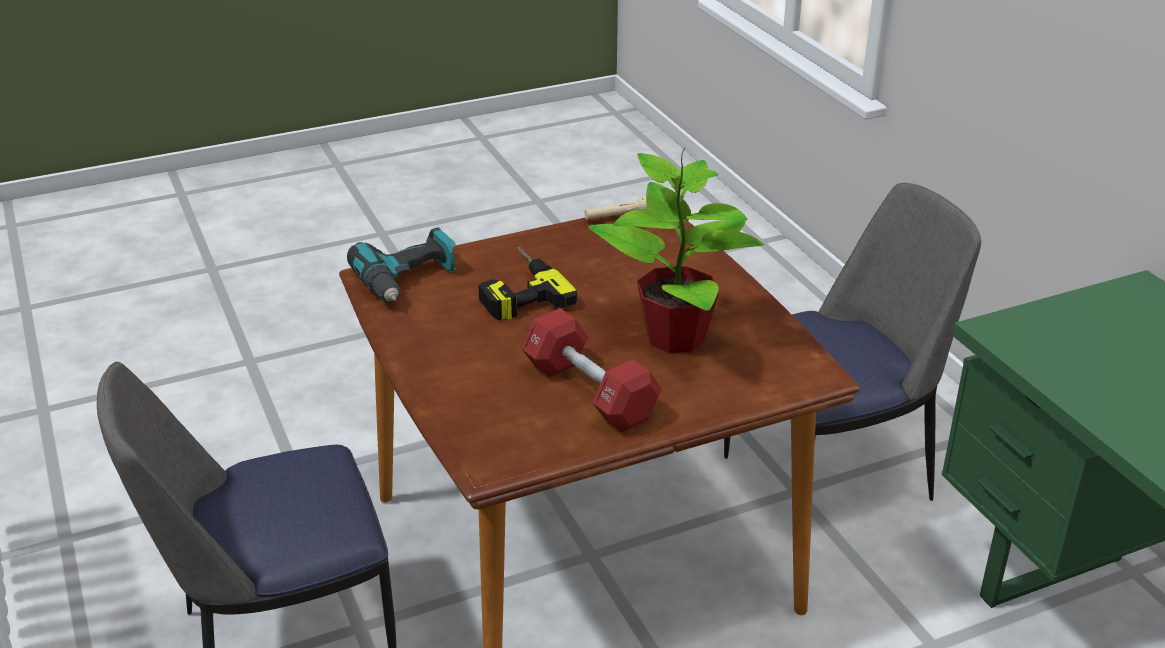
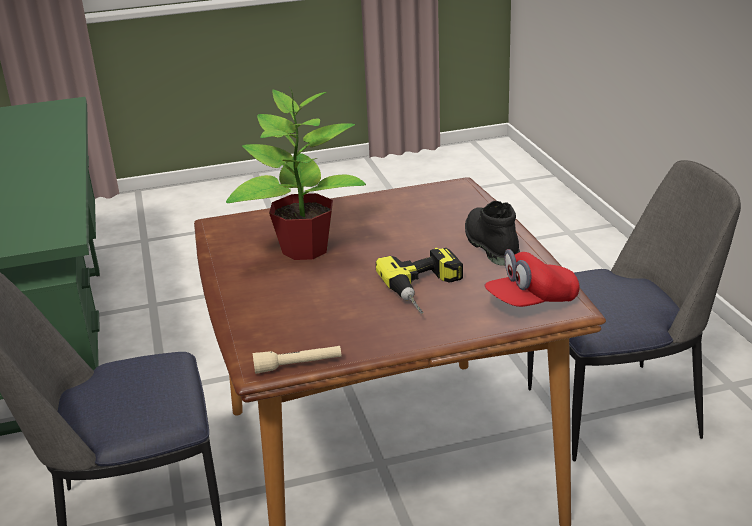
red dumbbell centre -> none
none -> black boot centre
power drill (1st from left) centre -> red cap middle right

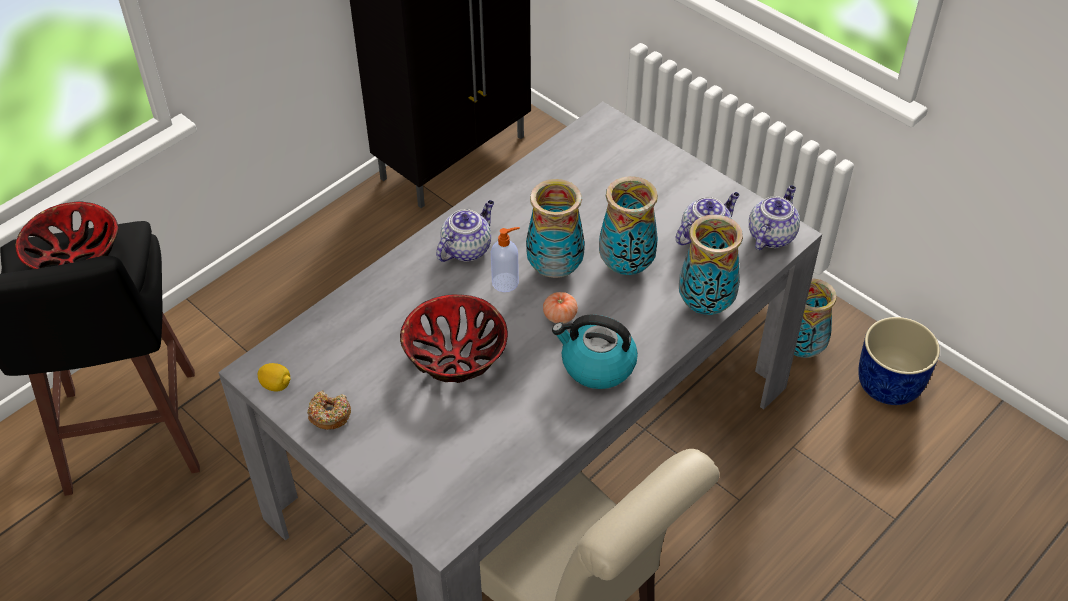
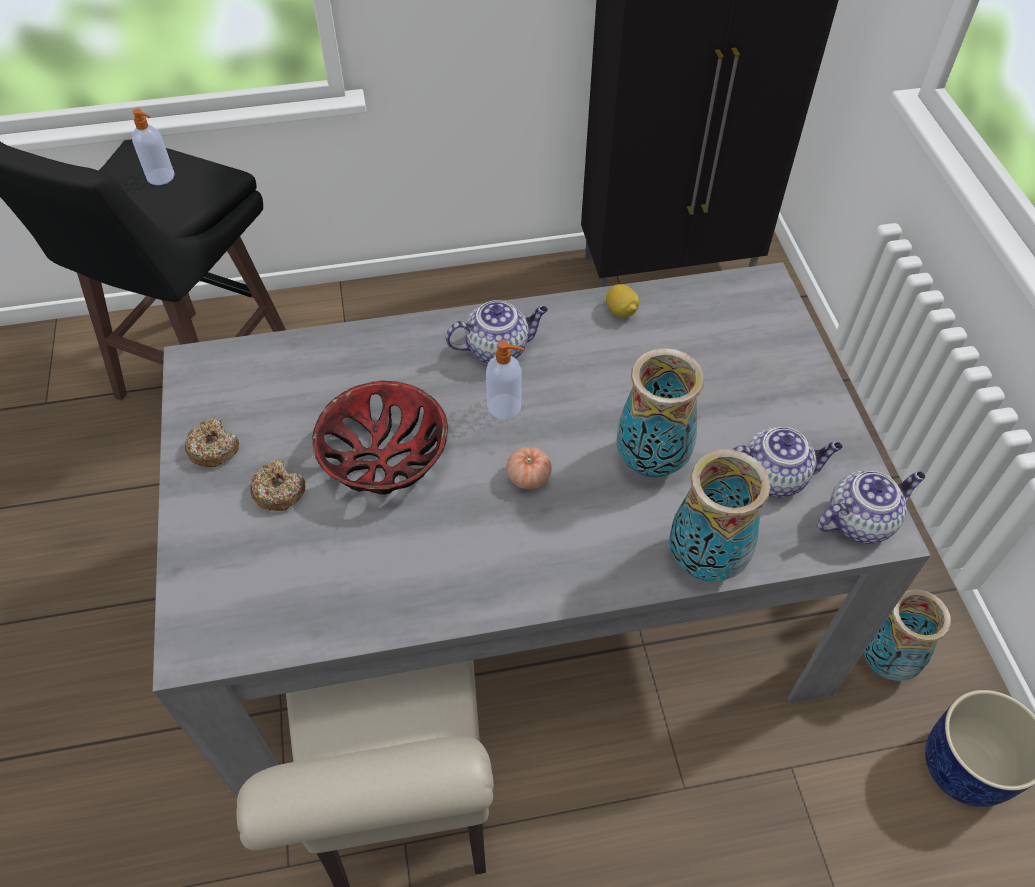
vase (1st from left) centre -> none
kettle centre -> none
none -> donut (2nd from left) middle left
lemon middle left -> lemon centre, moved
bowl (1st from left) middle left -> soap dispenser (1st from left) top left

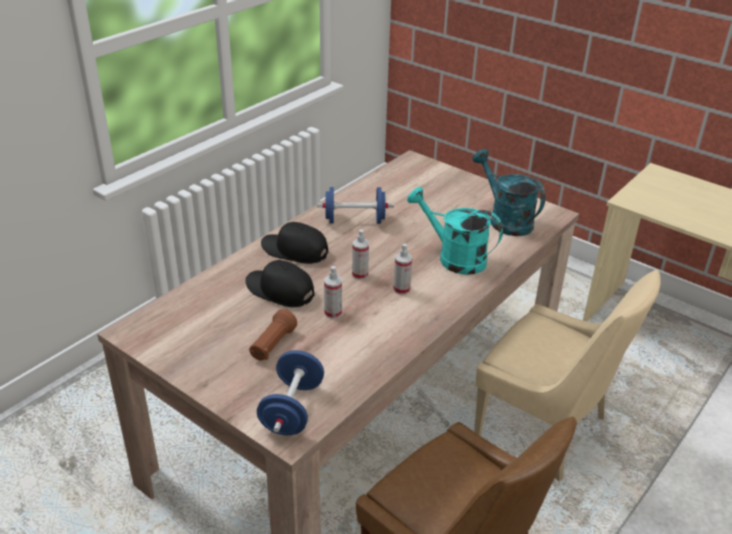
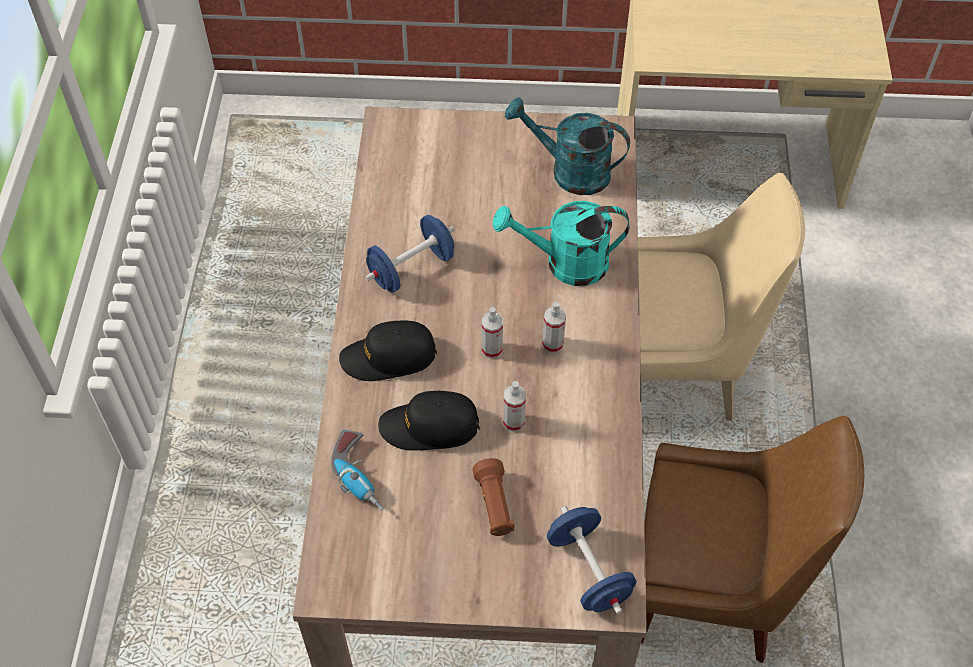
none -> power drill bottom centre

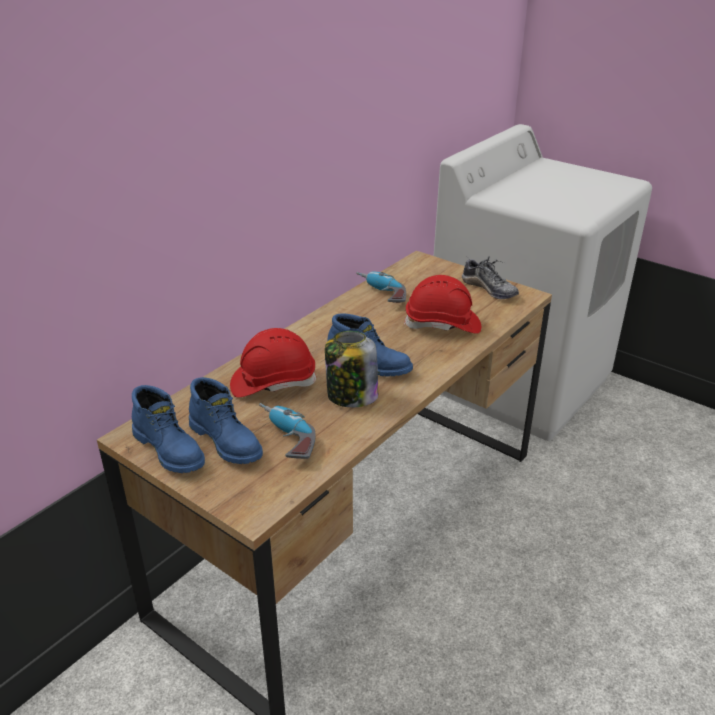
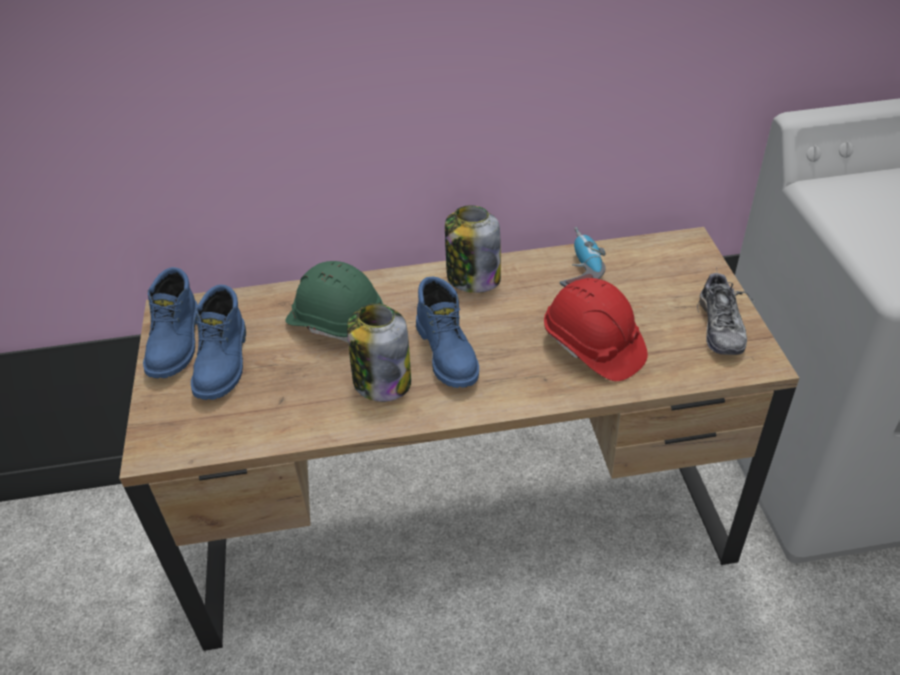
power drill (1st from left) centre -> none
none -> jar (2nd from left) centre
red hard hat (1st from left) centre -> green hard hat centre

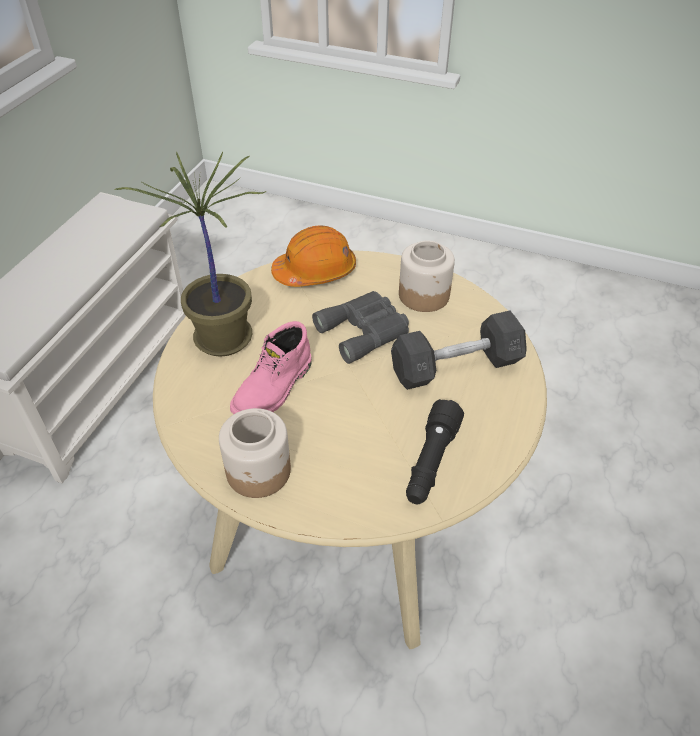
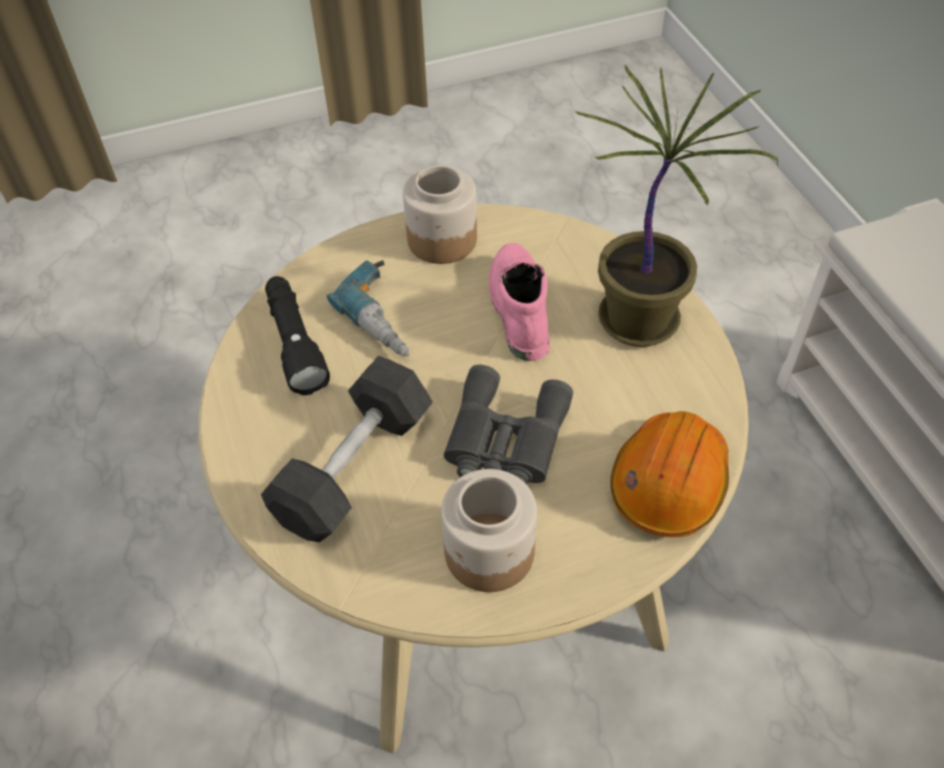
none -> power drill centre

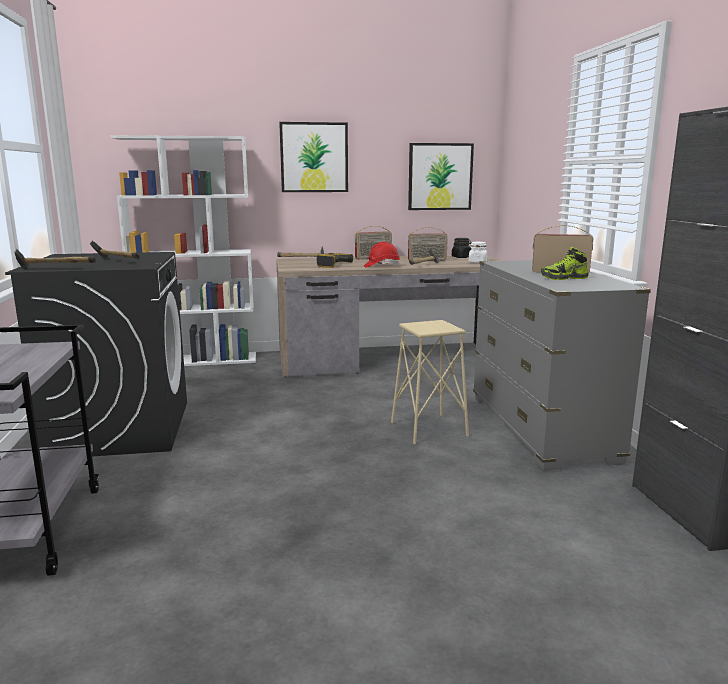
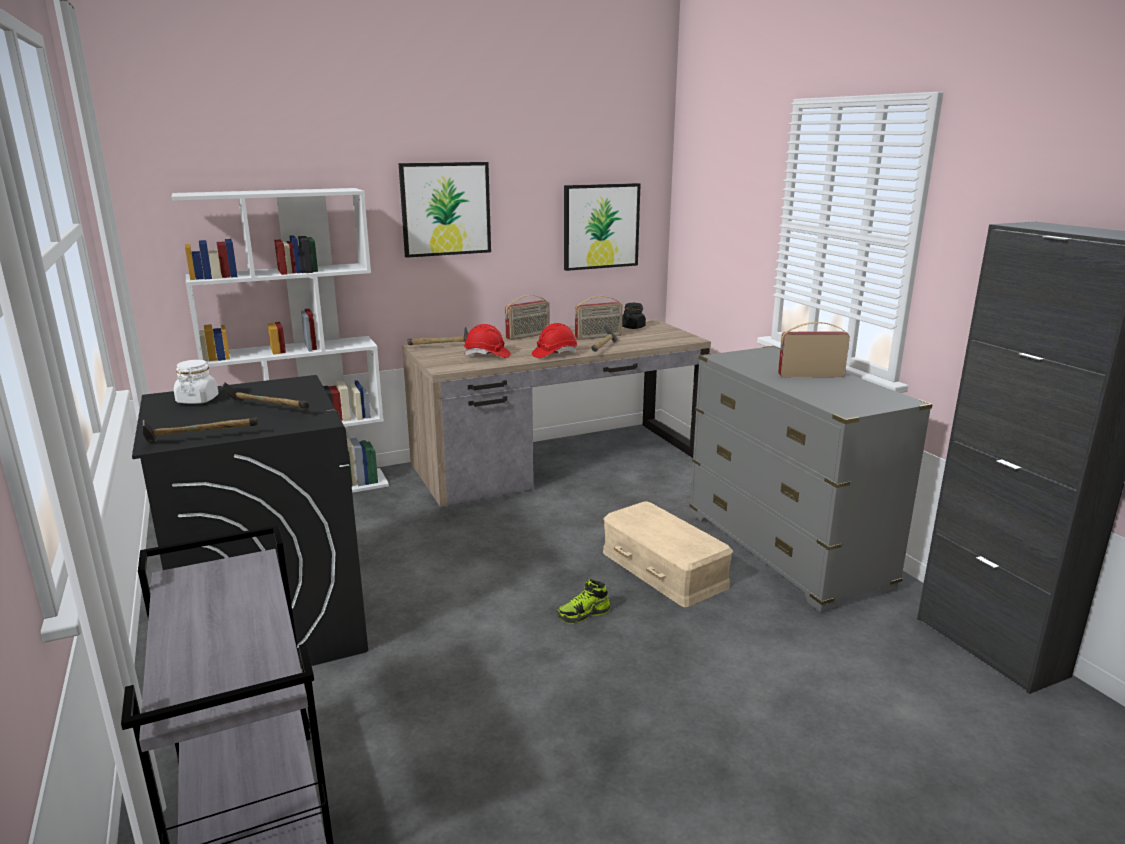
white jar centre -> white jar middle left, moved
shoe middle right -> shoe bottom centre, moved
power drill centre -> red hard hat (1st from left) centre
beige stool centre -> beige storage box centre

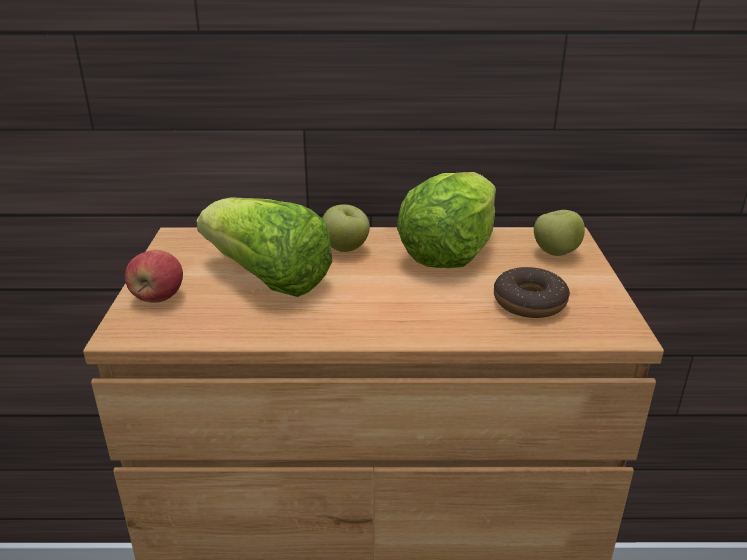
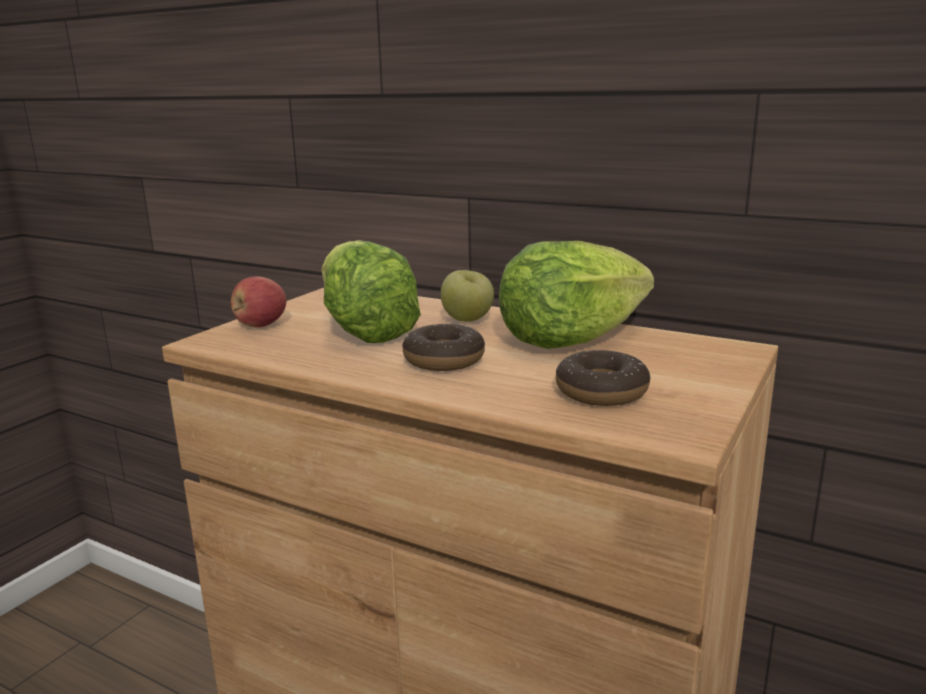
apple (3rd from left) middle right -> none
none -> donut (1st from left) centre

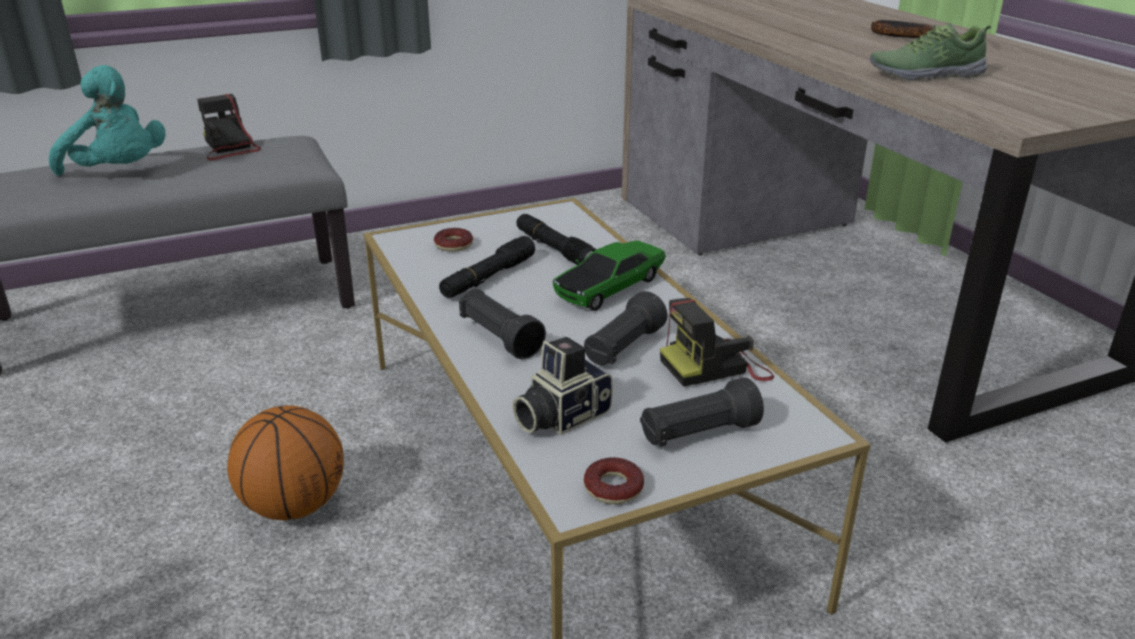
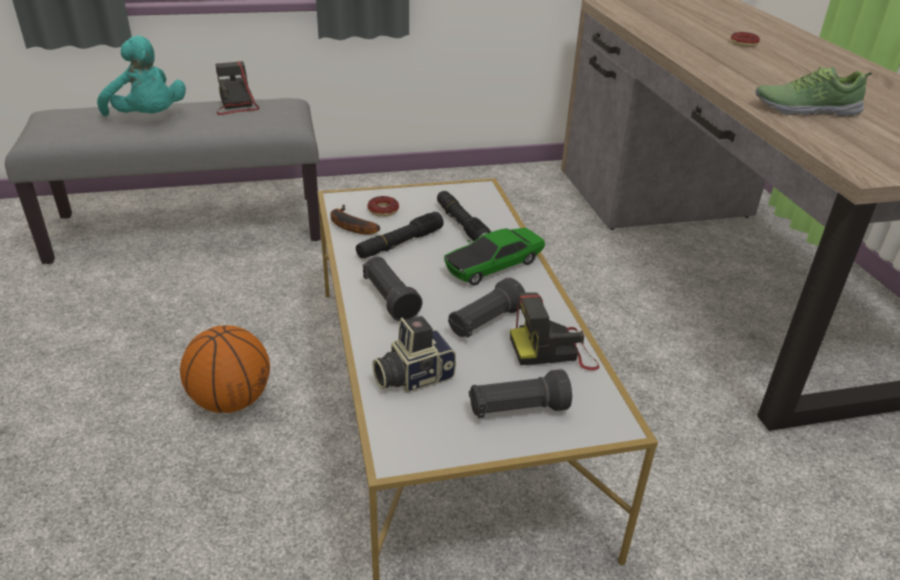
donut (2nd from left) bottom centre -> donut (2nd from left) top right, moved
banana top right -> banana centre, moved

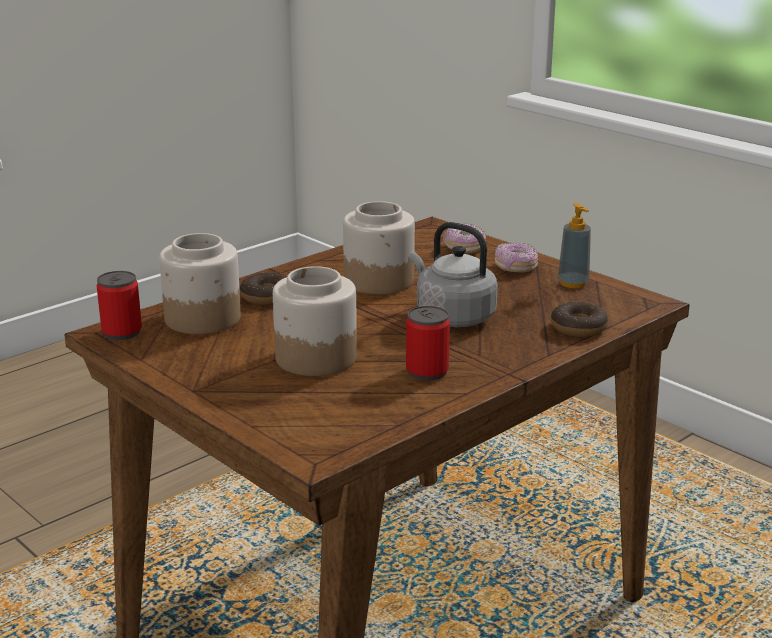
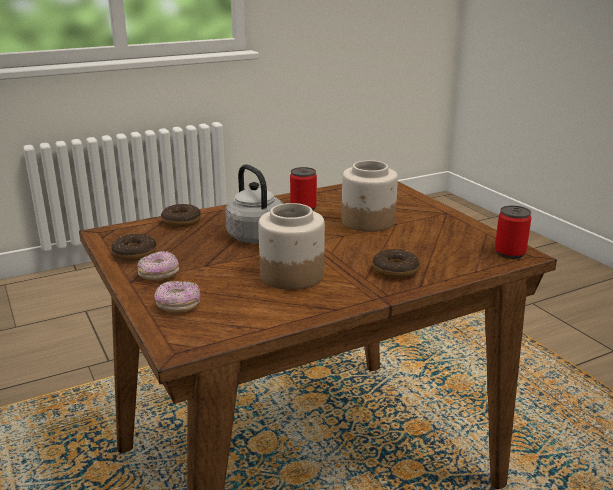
jar (1st from left) middle left -> none
soap dispenser middle right -> donut (1st from left) middle left

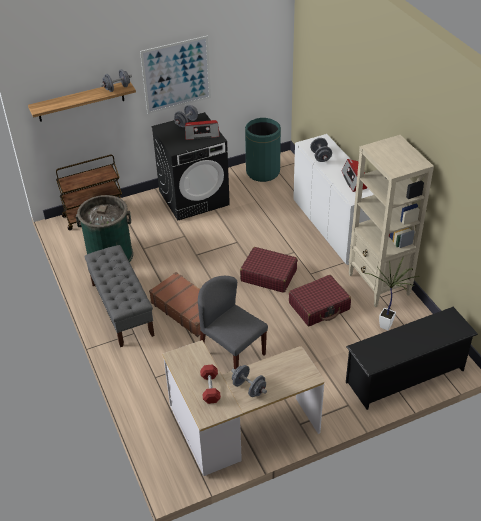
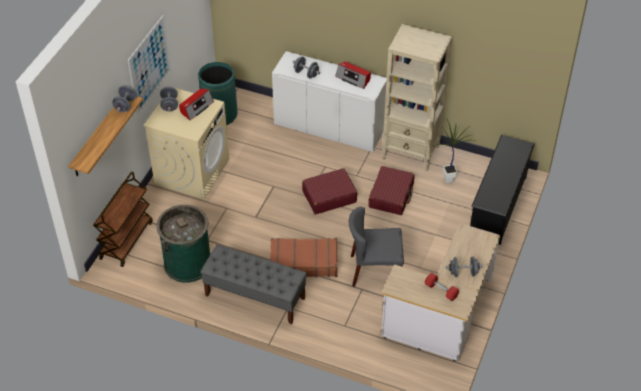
black washing machine top centre -> beige washing machine middle left

